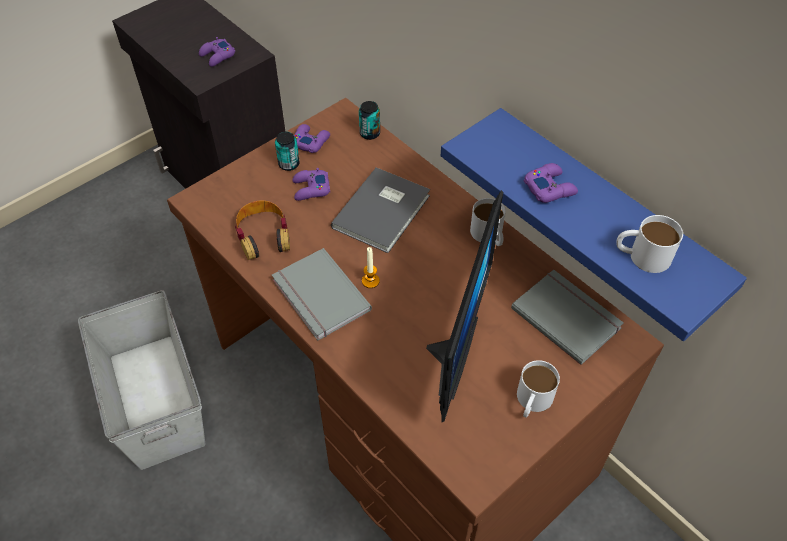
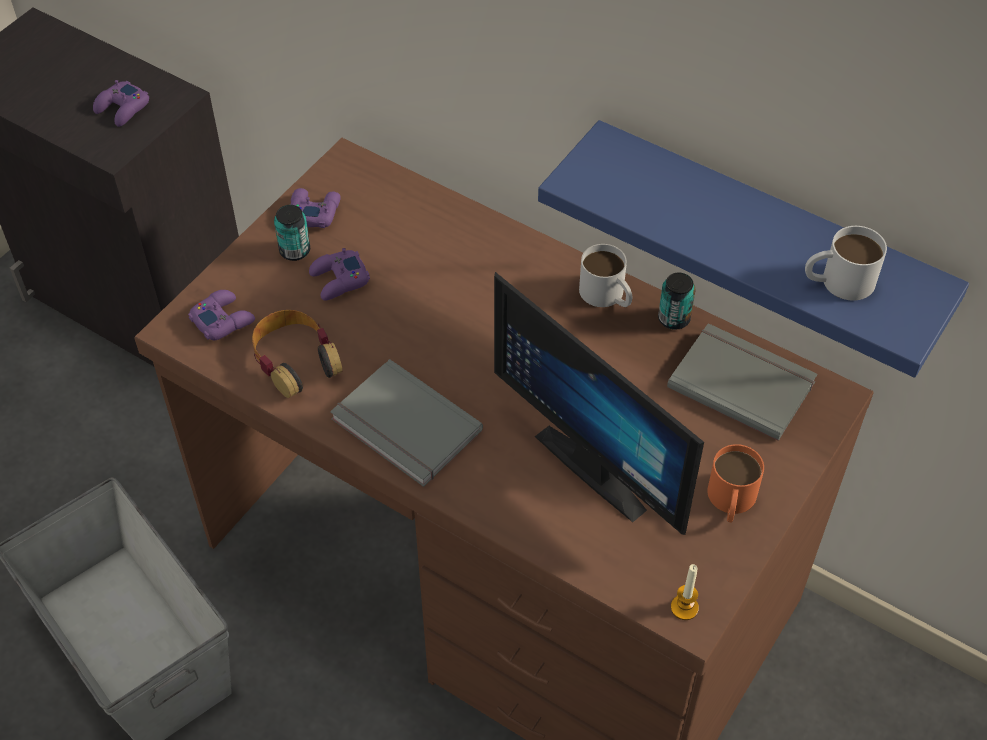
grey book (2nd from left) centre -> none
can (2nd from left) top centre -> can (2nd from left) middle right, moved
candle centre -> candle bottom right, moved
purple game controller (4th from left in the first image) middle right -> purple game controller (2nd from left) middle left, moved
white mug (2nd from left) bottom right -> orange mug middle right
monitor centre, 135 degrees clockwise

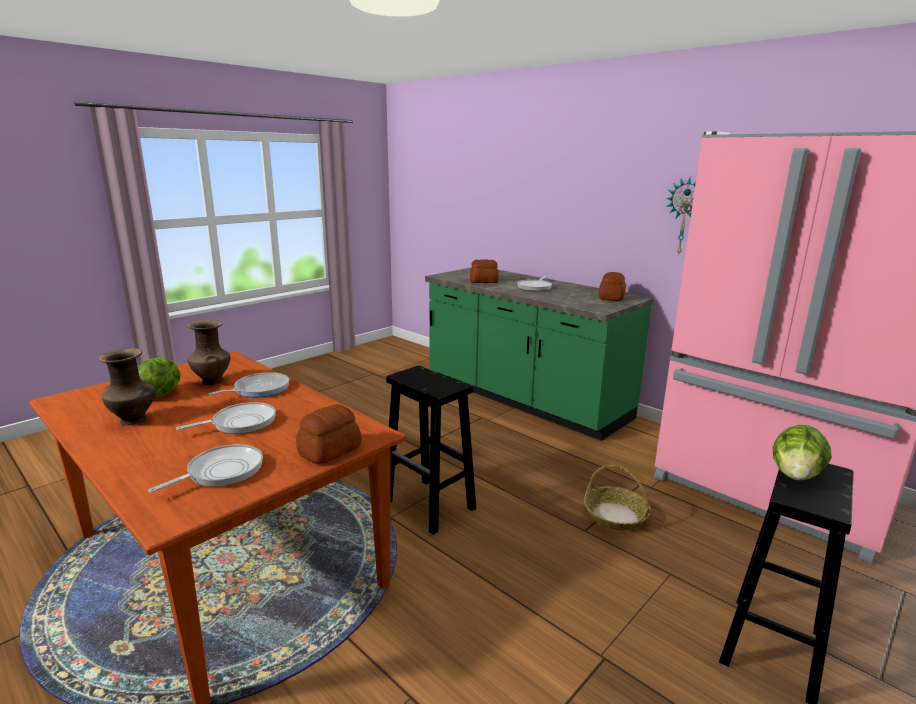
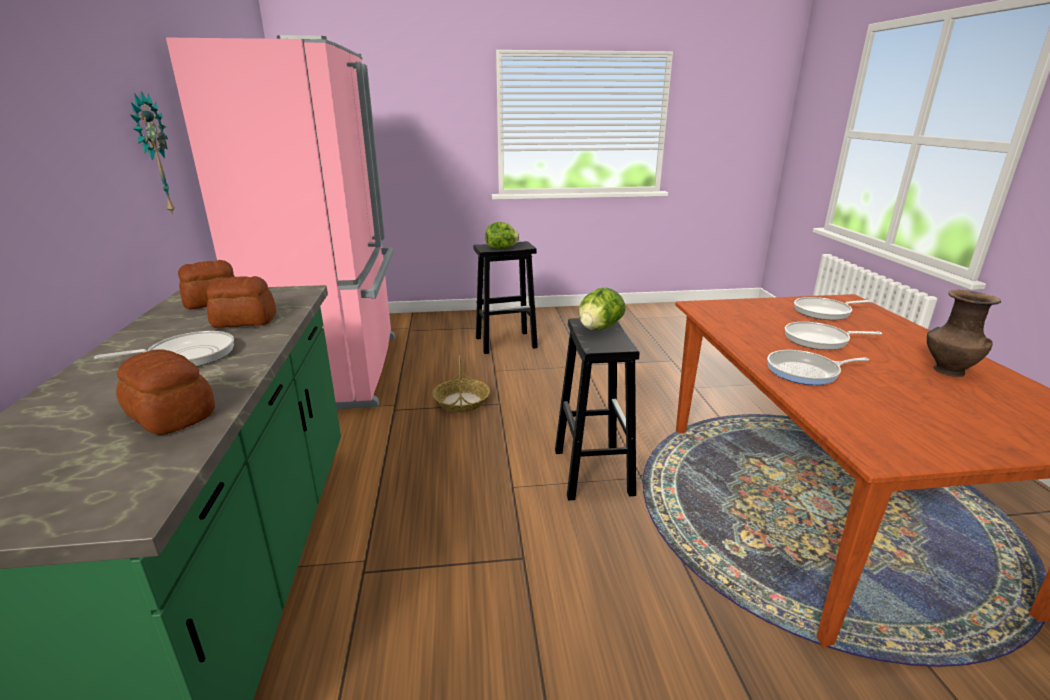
brown vase (2nd from left) middle left -> none
lettuce (1st from left in the first image) middle left -> lettuce (2nd from left) centre, moved
bread (1st from left in the first image) centre -> bread (3rd from left) middle left, moved

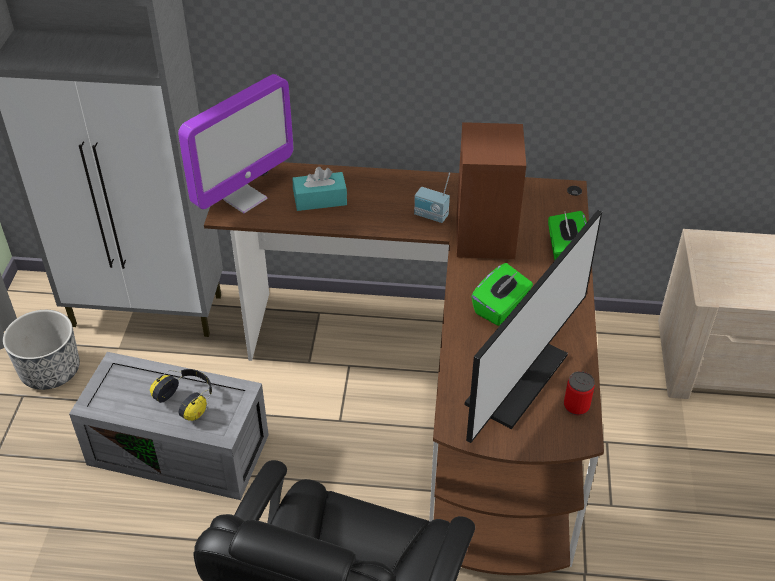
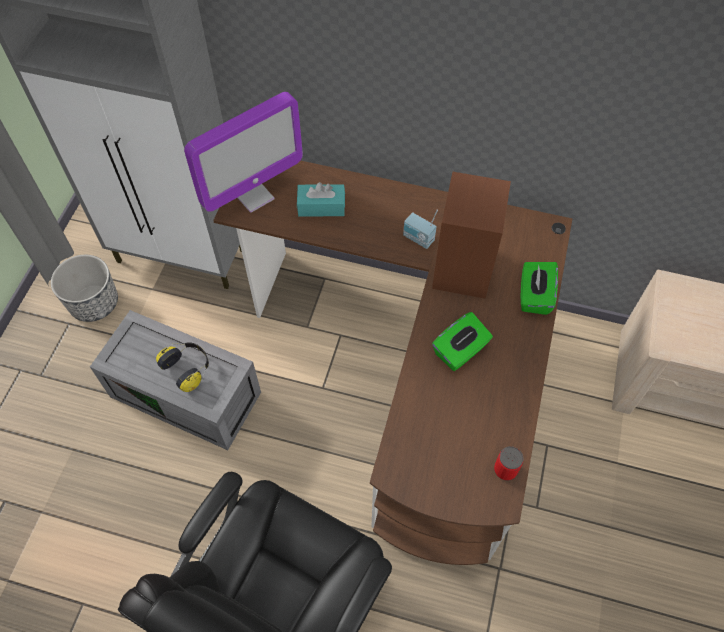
monitor (2nd from left) middle right -> none

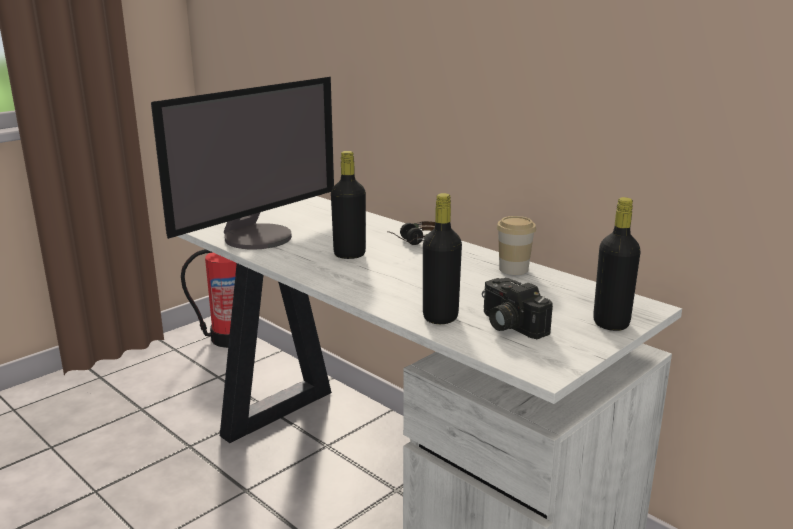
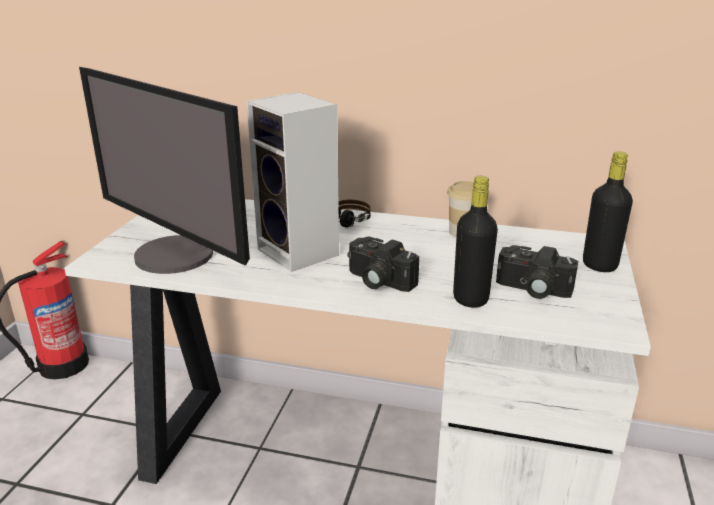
none -> photo camera (1st from left) centre
black bottle (1st from left) centre -> speaker centre
monitor top left -> monitor middle left, 120 degrees clockwise

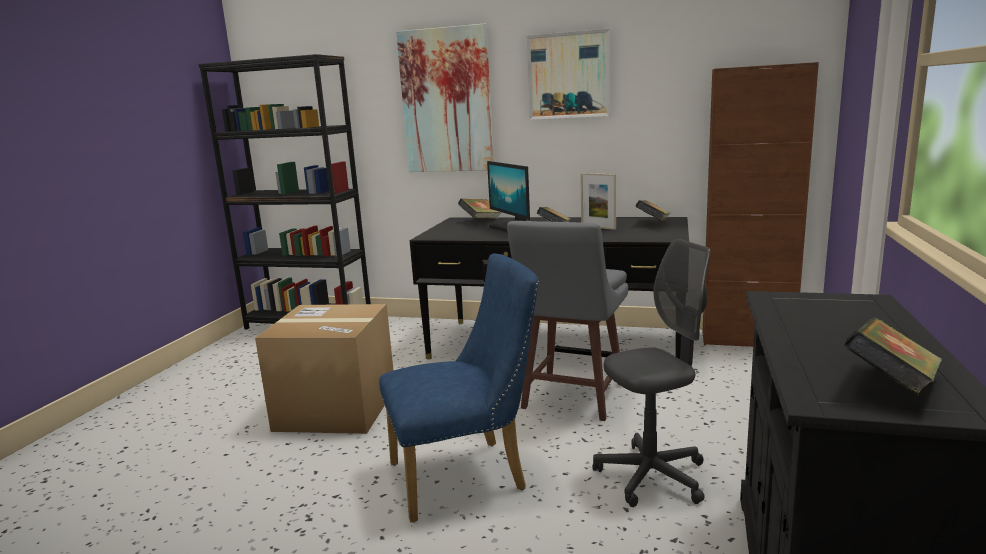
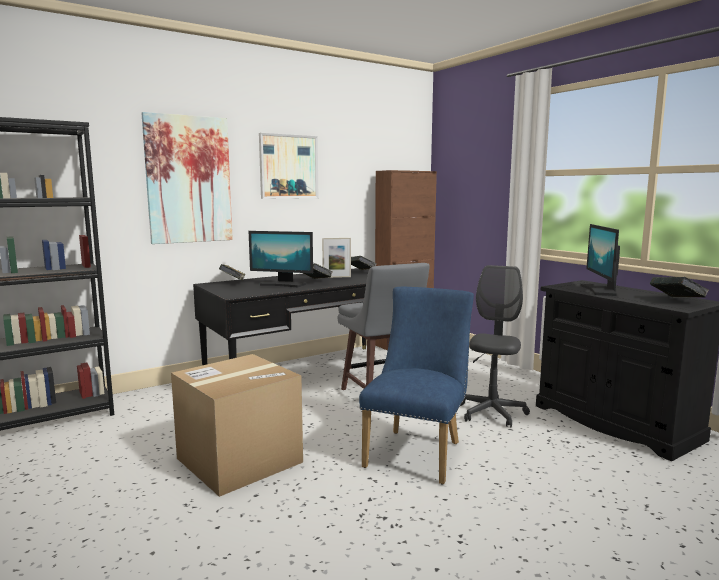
none -> monitor (2nd from left) middle right

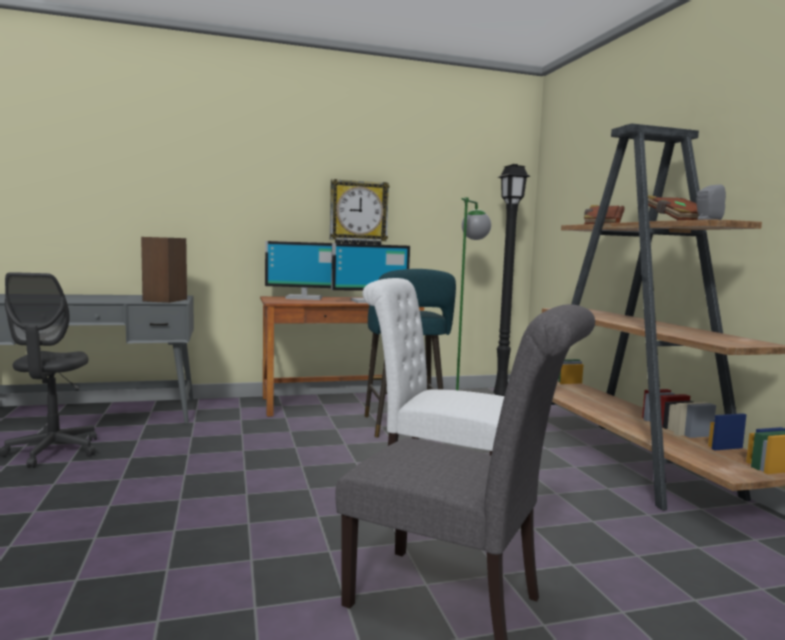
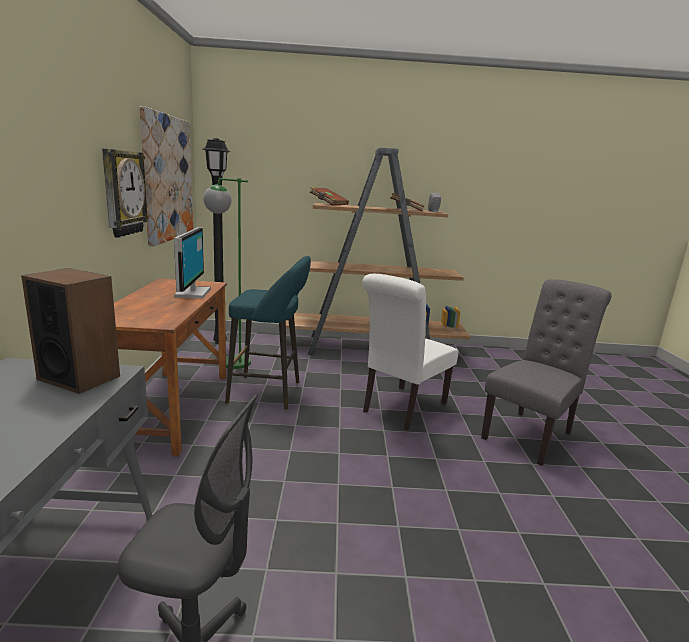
monitor (1st from left) centre -> none
none -> picture top left

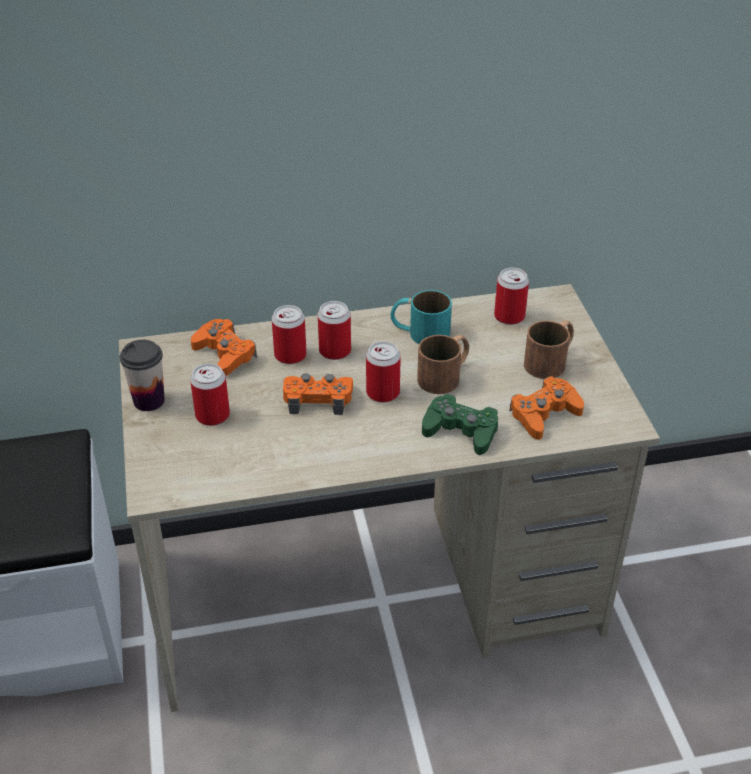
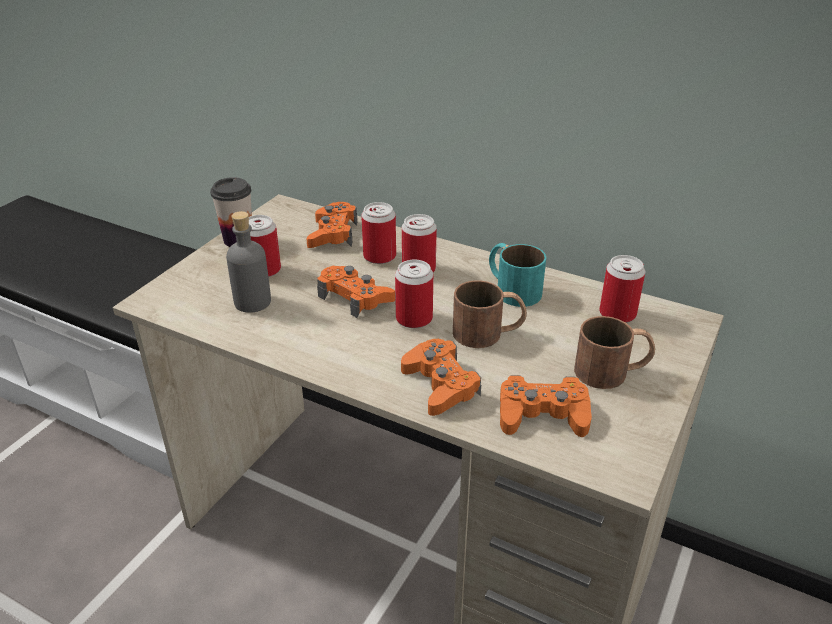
none -> grey bottle middle left
green game controller centre -> orange game controller (3rd from left) centre

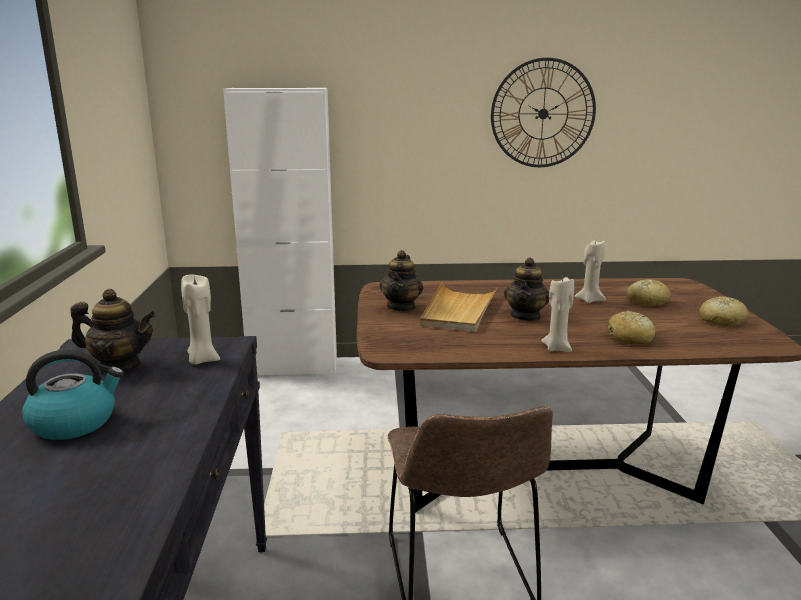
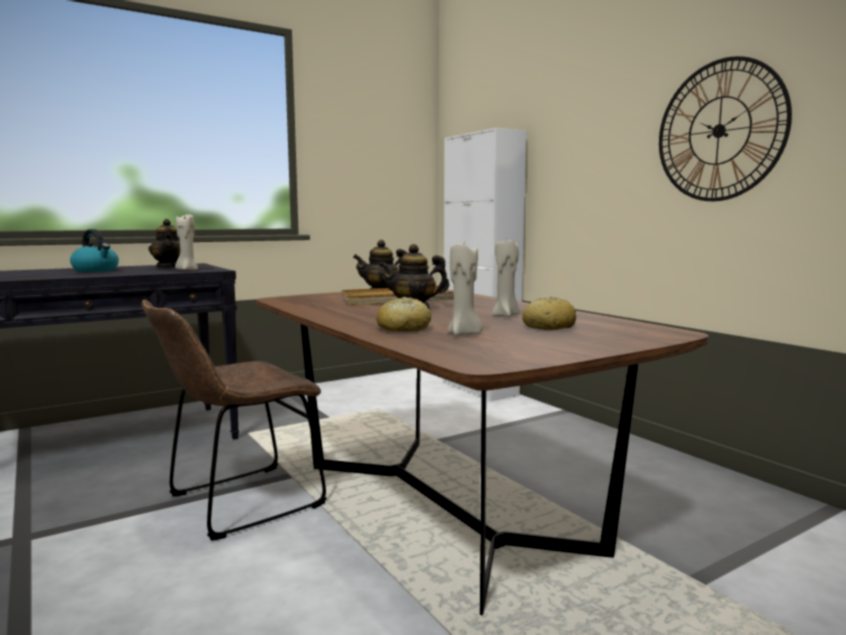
bread (3rd from left) middle right -> none
beige candle (2nd from left) middle right -> beige candle (2nd from left) centre, moved

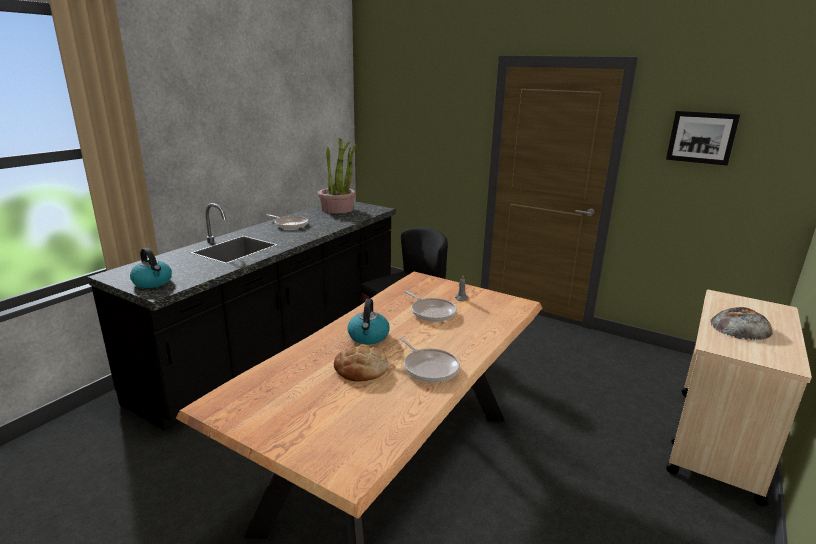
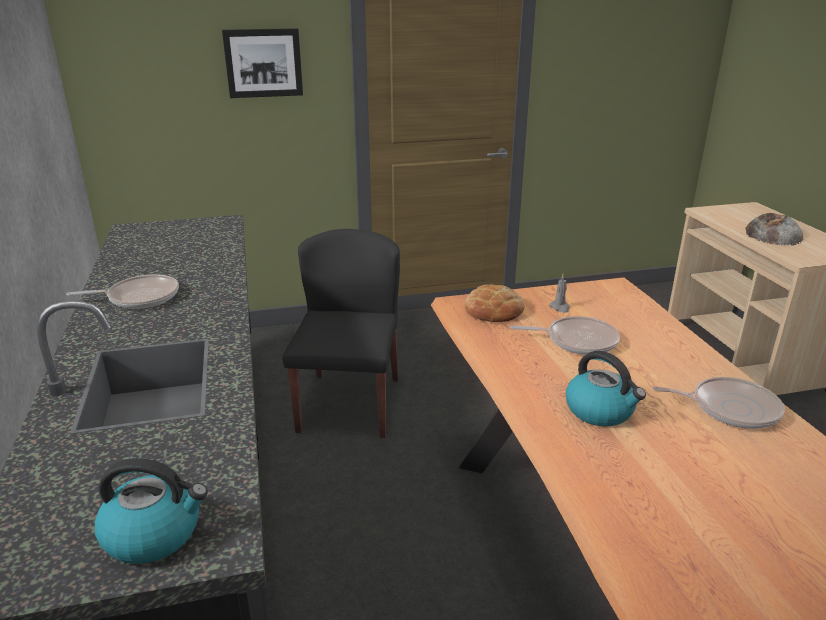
potted plant top centre -> none
bread (1st from left) bottom centre -> bread (1st from left) centre, moved
picture top right -> picture top left, moved

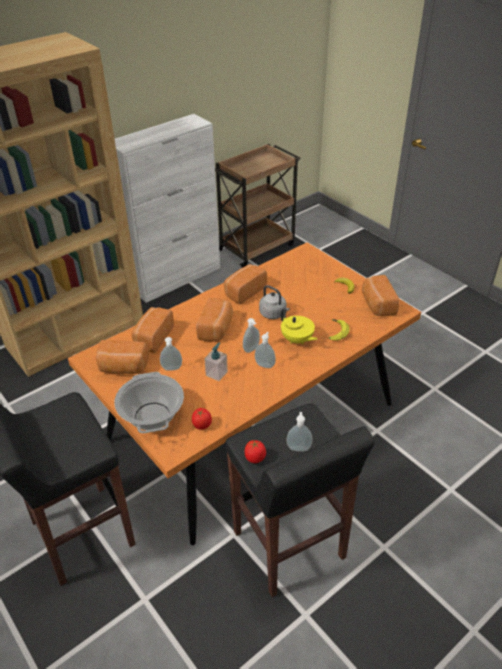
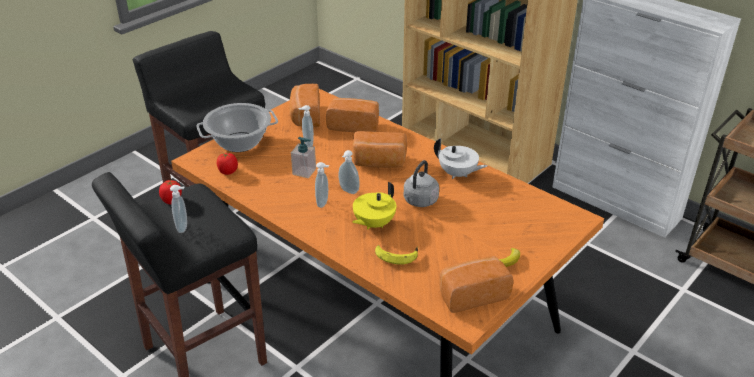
bread (4th from left) centre -> white teapot centre

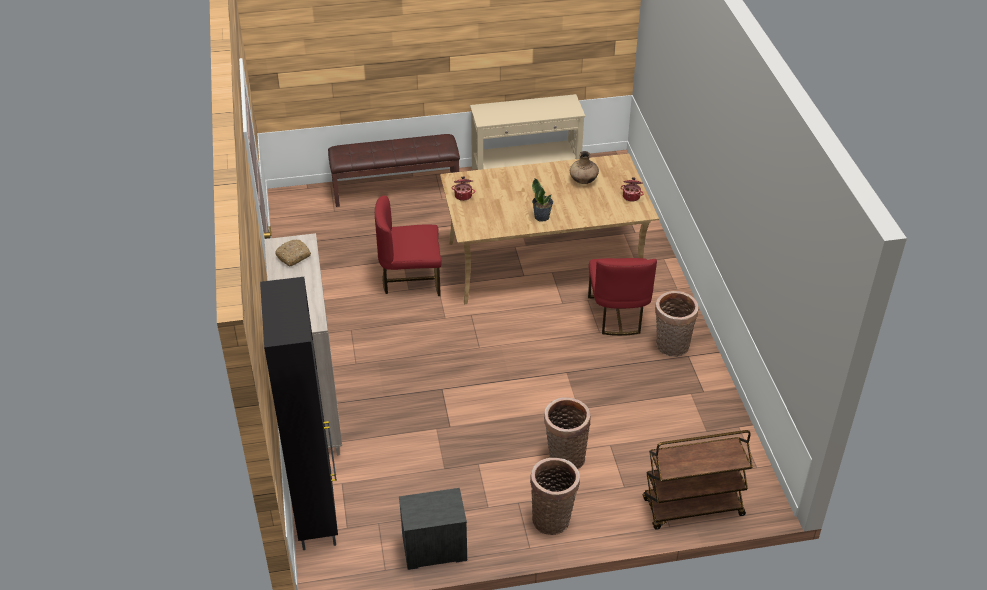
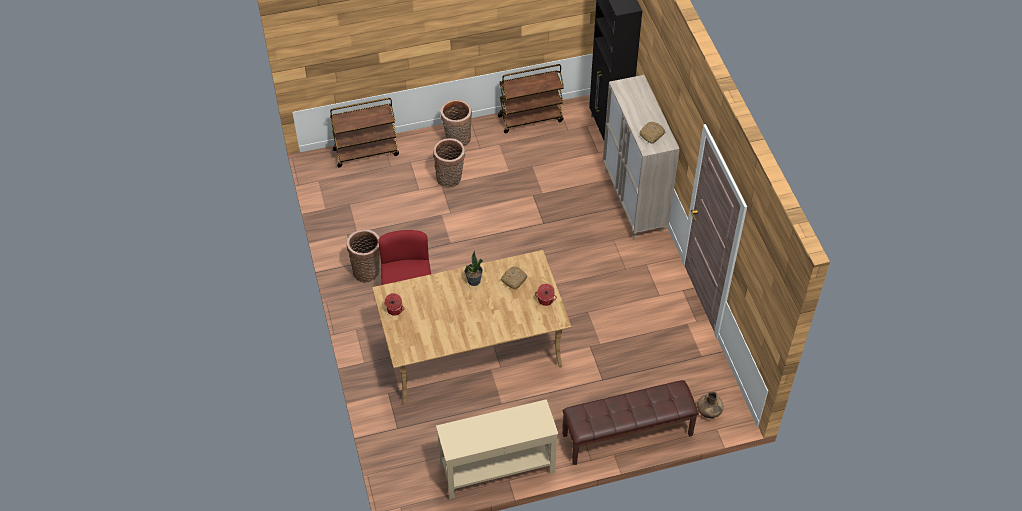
red chair (1st from left) centre -> none
none -> bread (1st from left) centre
brown vase top centre -> brown vase bottom right, moved
nightstand bottom centre -> brown cart (2nd from left) top centre

